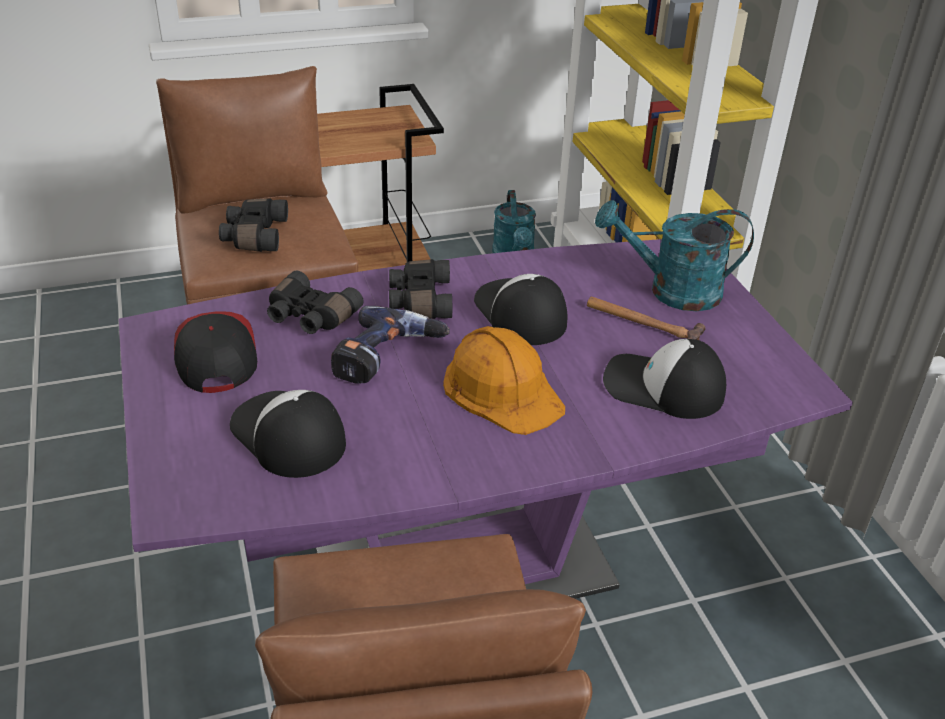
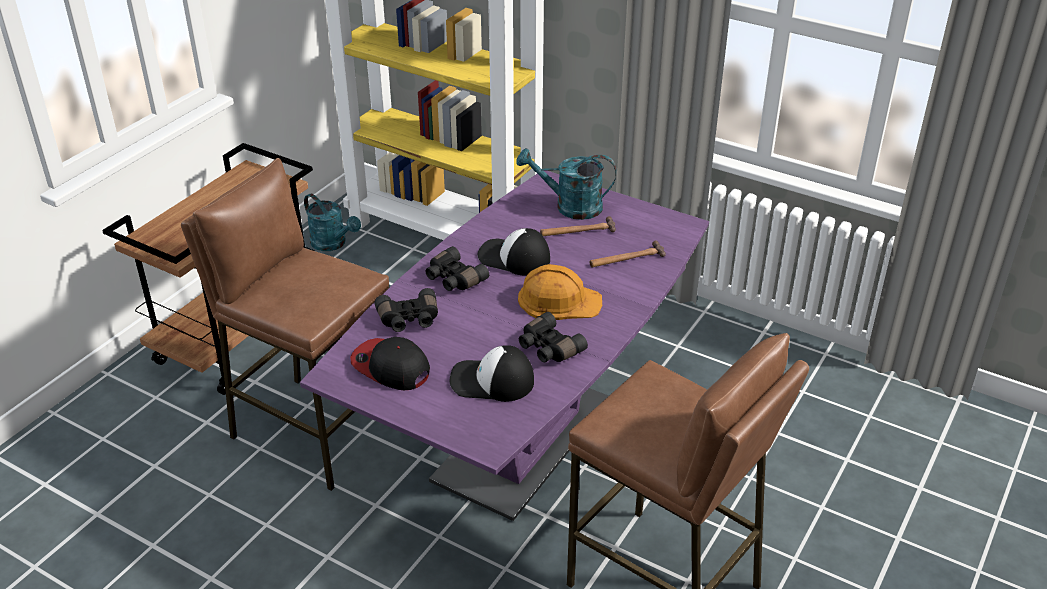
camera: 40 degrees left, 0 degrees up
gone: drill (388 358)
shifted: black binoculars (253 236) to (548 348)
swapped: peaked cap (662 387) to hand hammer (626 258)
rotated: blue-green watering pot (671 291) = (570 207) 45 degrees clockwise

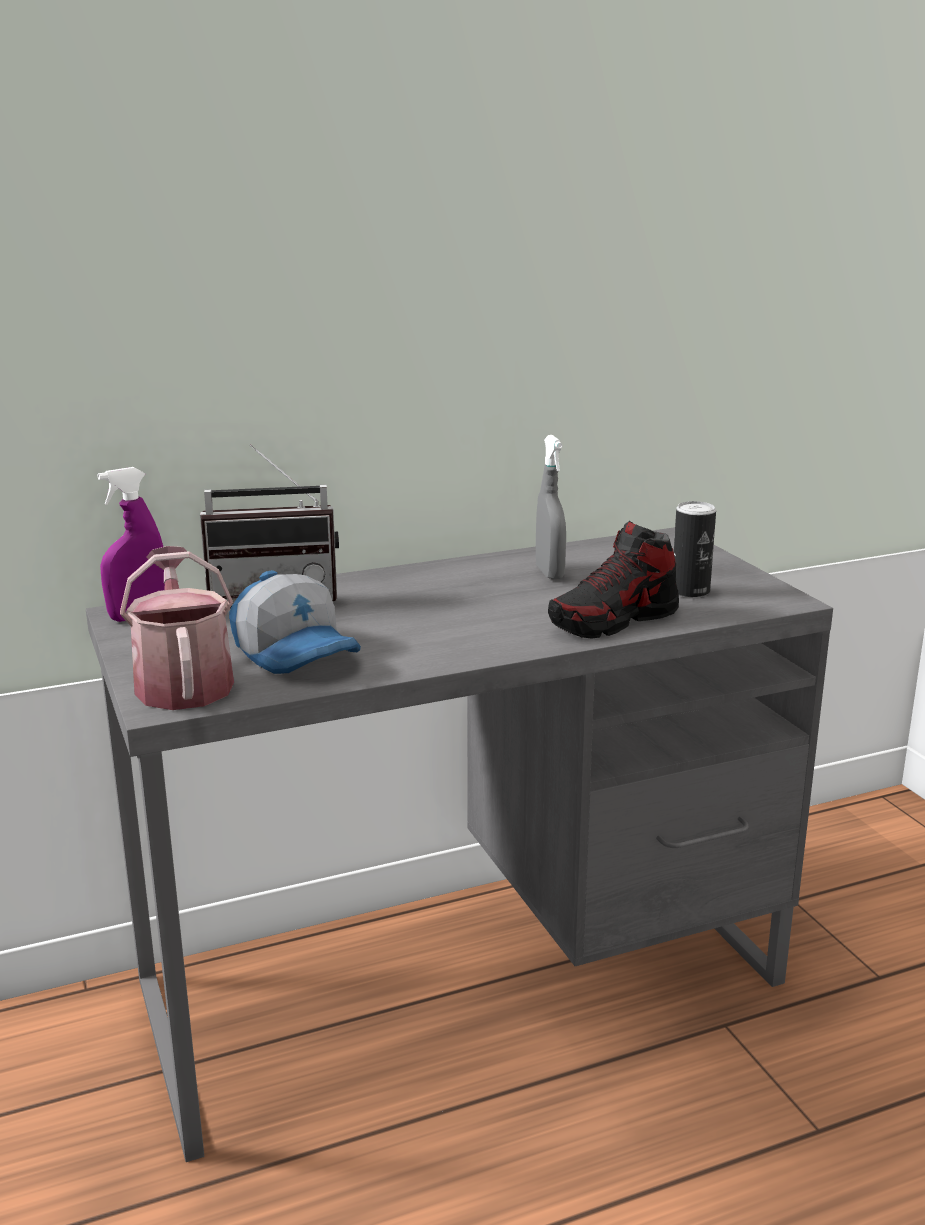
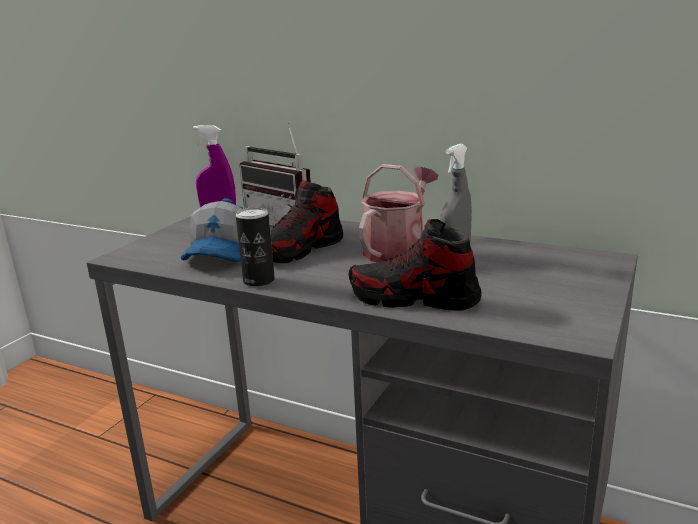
camera: 50 degrees right, 0 degrees up
new: low shoe (301 250)
shifted: can (690 591) to (259 281); watering pot (183 681) to (398 249)

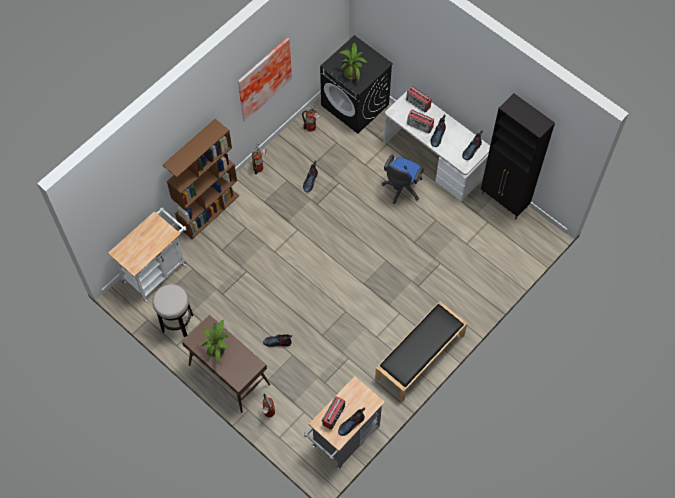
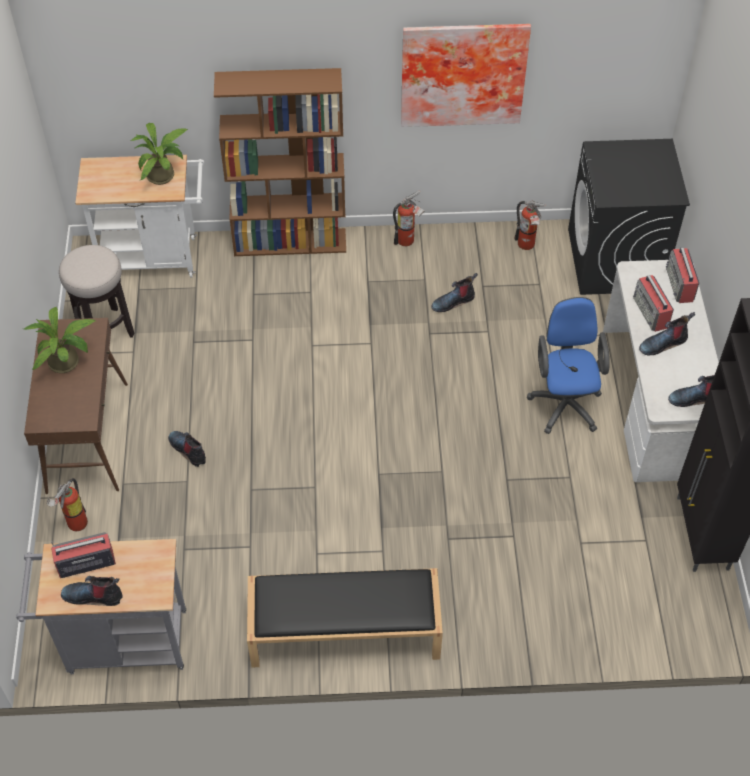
camera: 45 degrees right, 10 degrees down
shifted: houseplant (352 72) to (164 175)
rotated: blue-coloured computer chair (401 189) = (565 402) 105 degrees clockwise

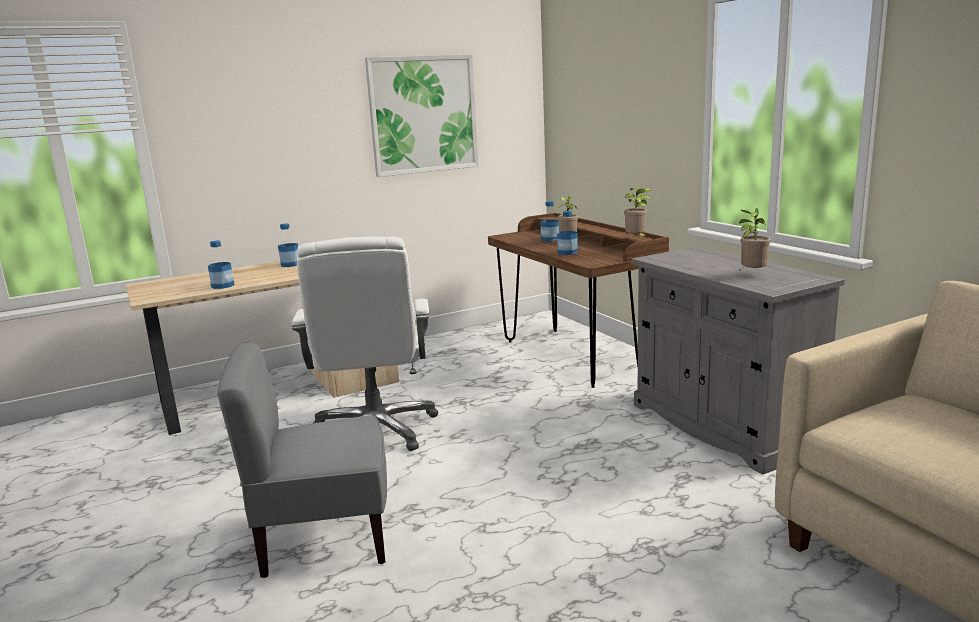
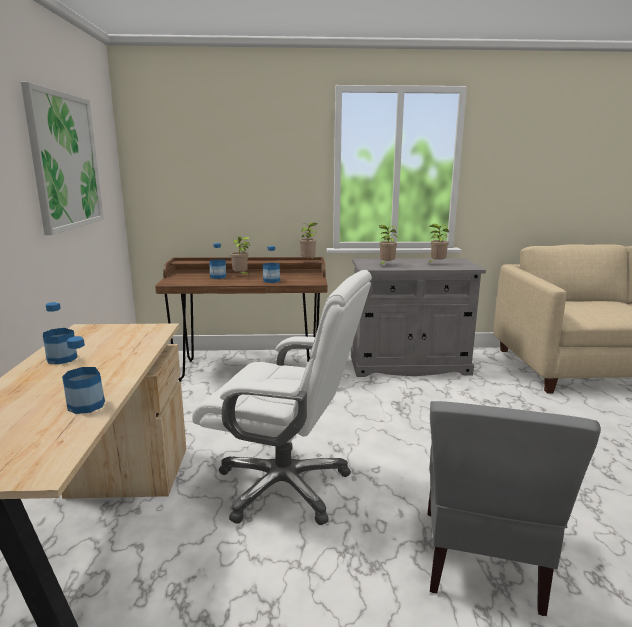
camera: 65 degrees left, 0 degrees up
new: houseplant (386 265)

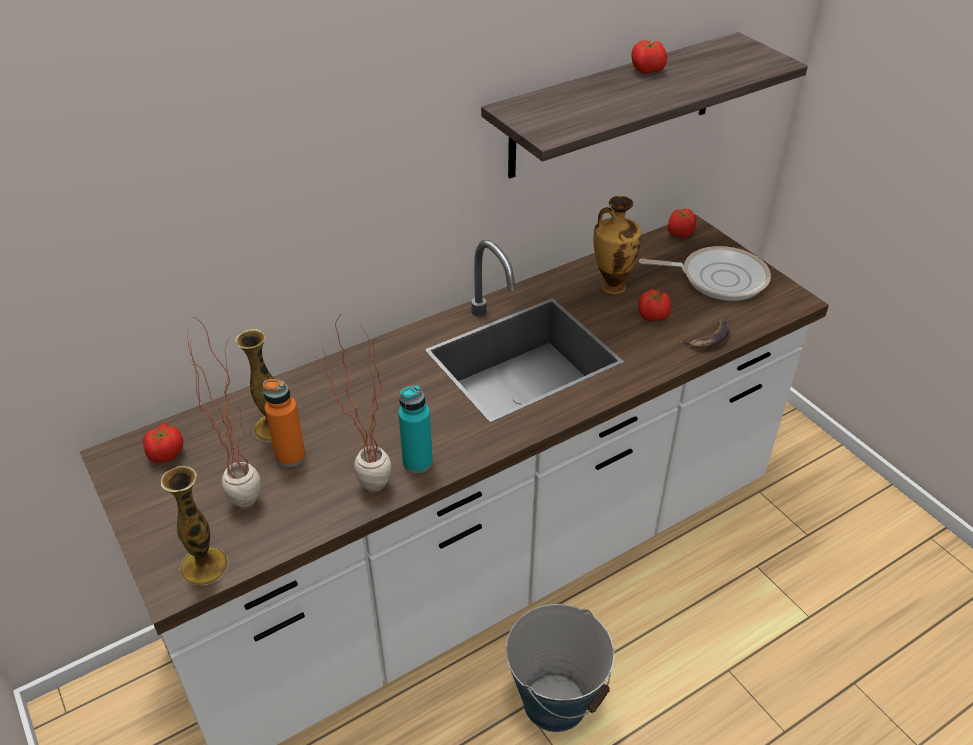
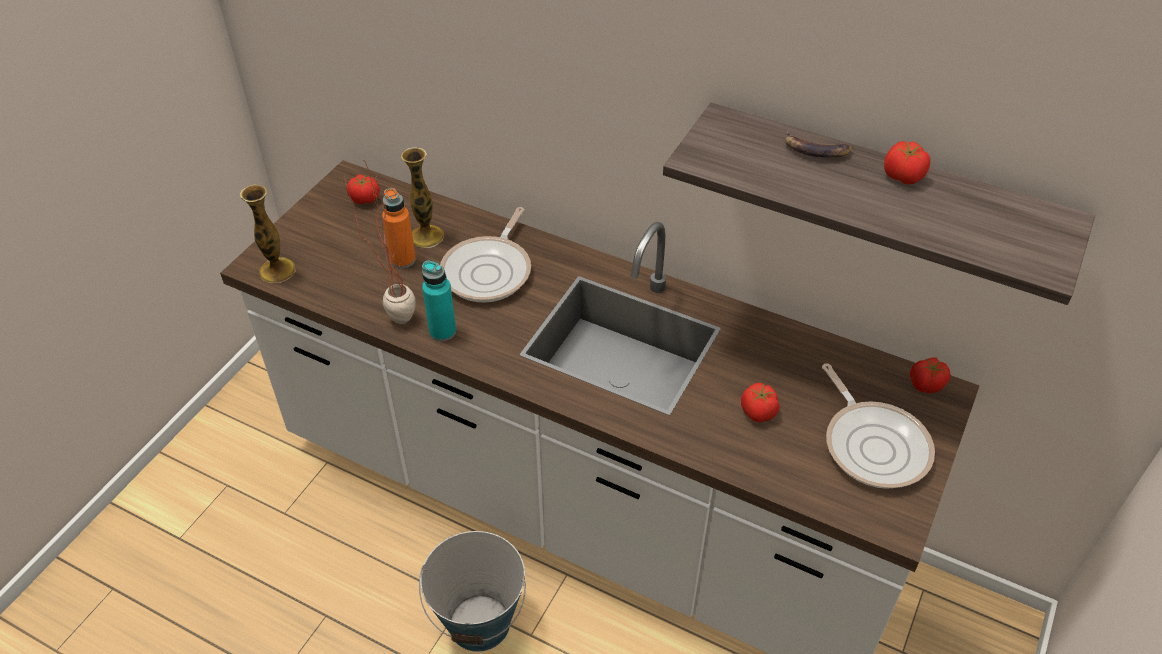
camera: 60 degrees right, 5 degrees up
gone: houseplant (246 493); vase (611 286)
new: skillet (489 271)
shifted: banana fruit (708 338) to (816 150)

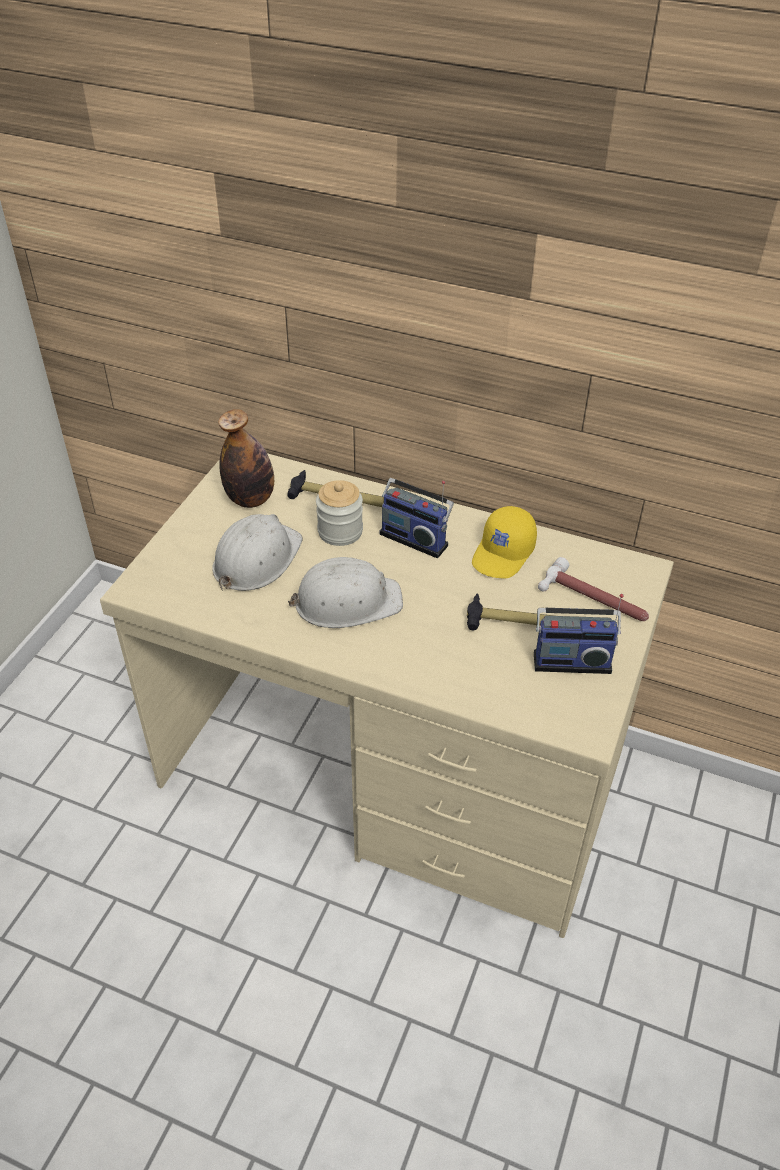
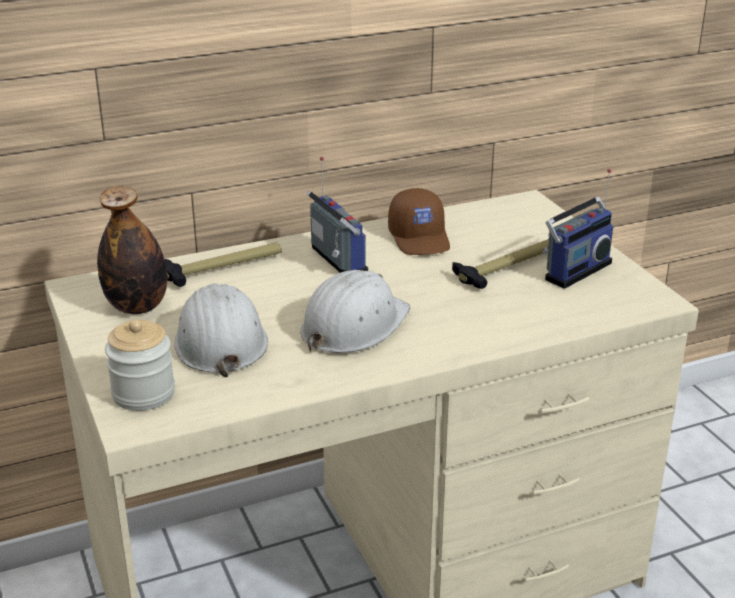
camera: 45 degrees left, 15 degrees down
gone: hand hammer (594 600)
shifted: storage jar (340 531) to (143 394)
repainted: yellowish peaked cap (504 554) to brownish peaked cap (420 238)
rotated: radio receiver (415 538) = (335 261) 105 degrees counterclockwise

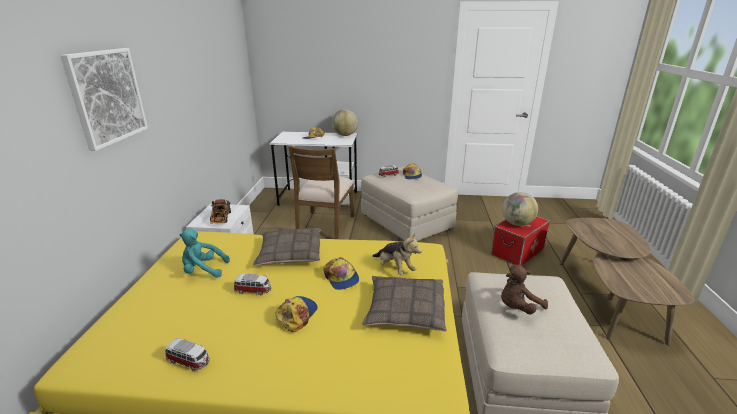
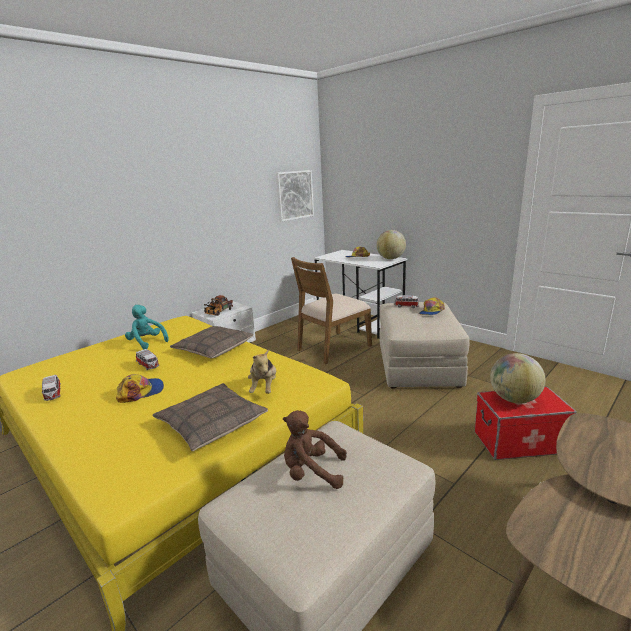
camera: 40 degrees right, 5 degrees down
gone: peaked cap (341 278)
shifted: wall picture (107 96) to (294 195)

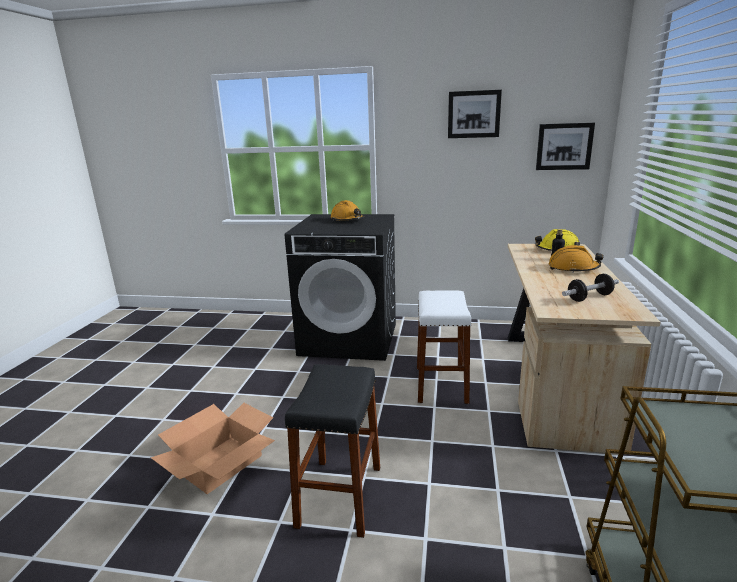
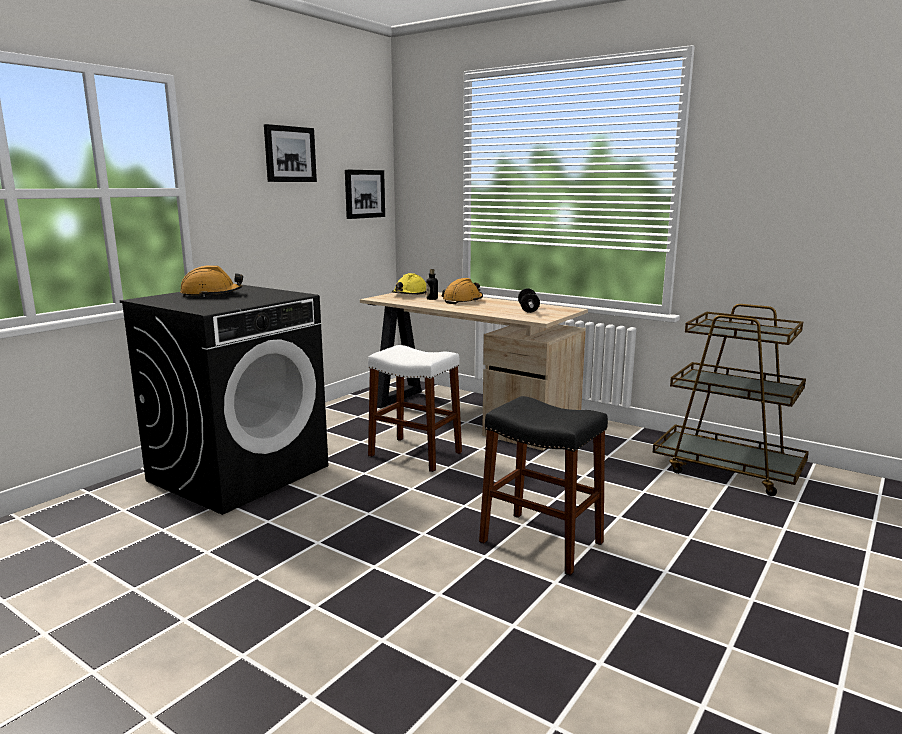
camera: 65 degrees left, 5 degrees down
gone: carton (220 463)

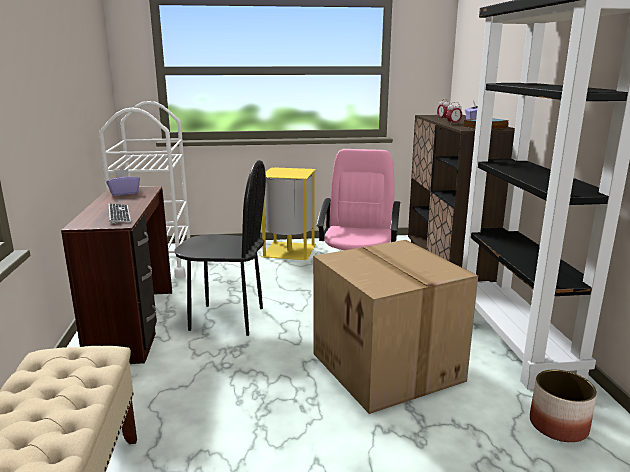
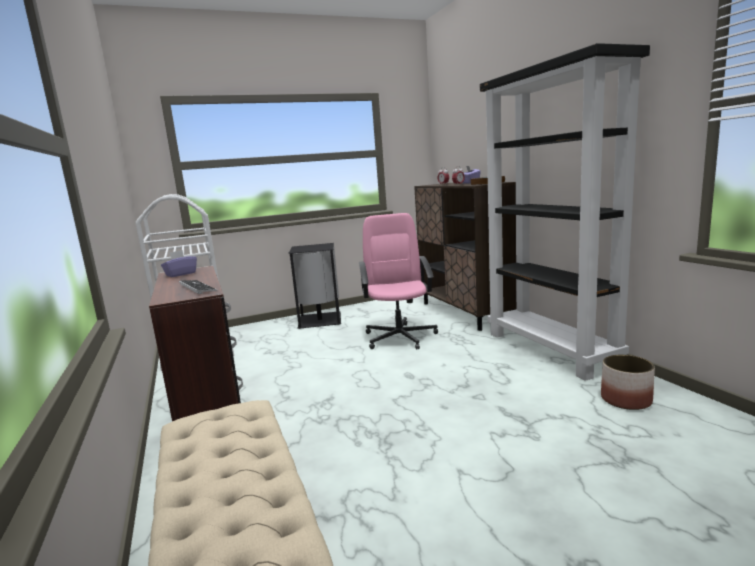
camera: 15 degrees left, 5 degrees down
gone: black upright chair (226 319); carton (389 367)
repainted: yellowish trash can (290 250) to black trash can (320 319)

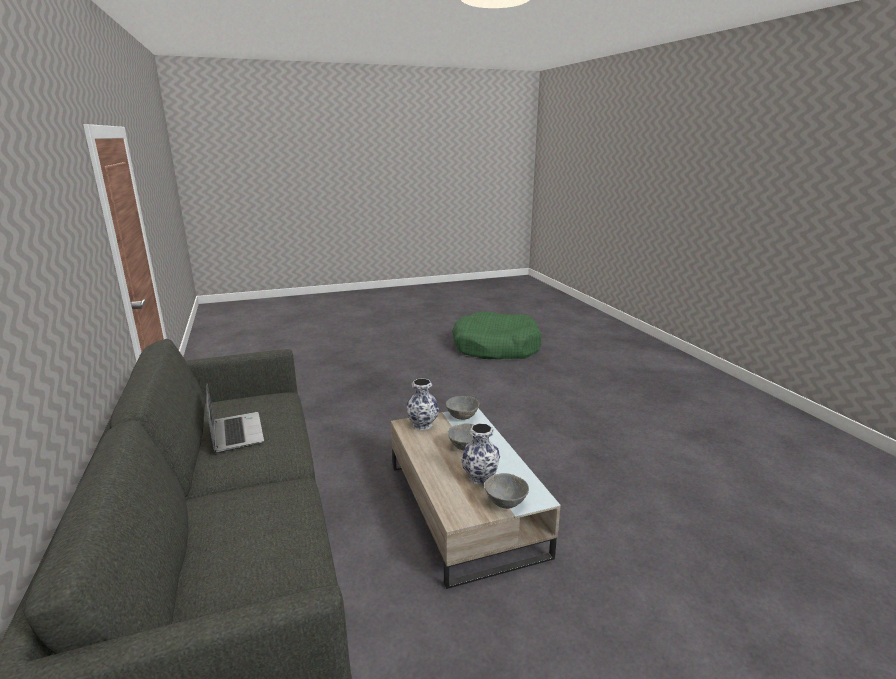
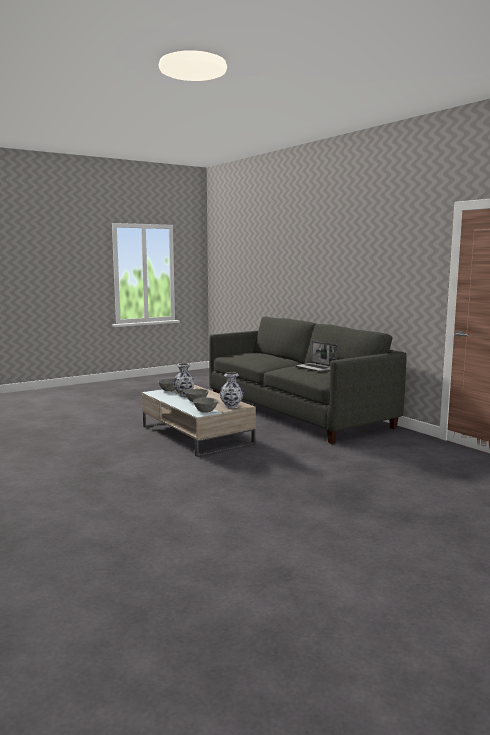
camera: 165 degrees right, 10 degrees down
gone: greenish pet bed (495 347)

